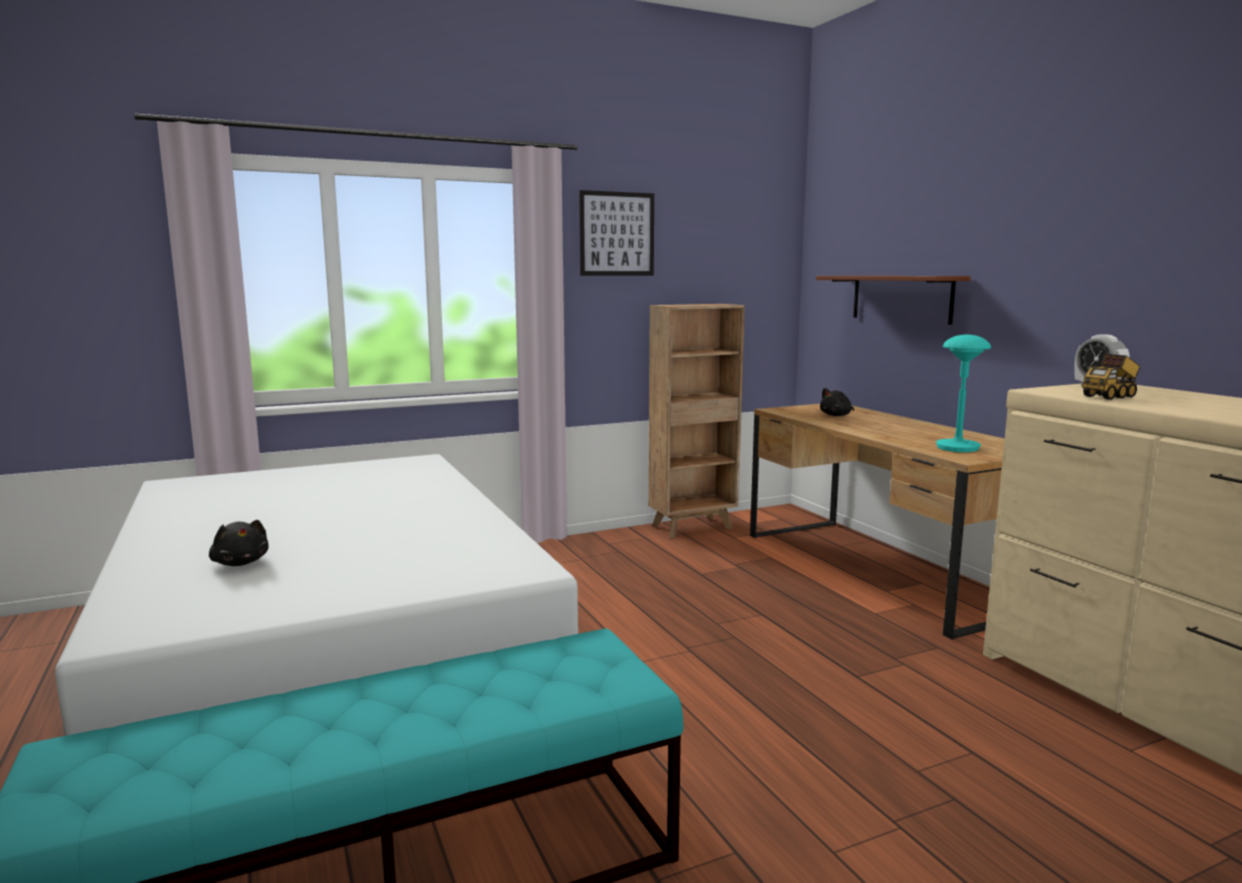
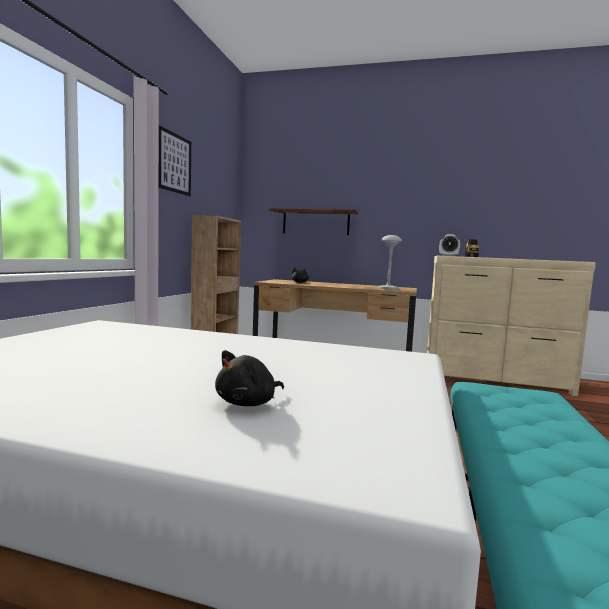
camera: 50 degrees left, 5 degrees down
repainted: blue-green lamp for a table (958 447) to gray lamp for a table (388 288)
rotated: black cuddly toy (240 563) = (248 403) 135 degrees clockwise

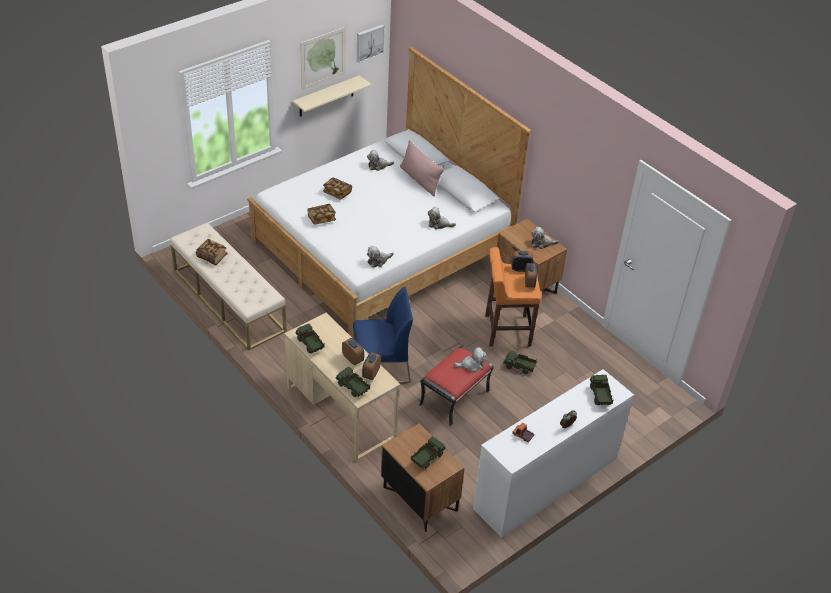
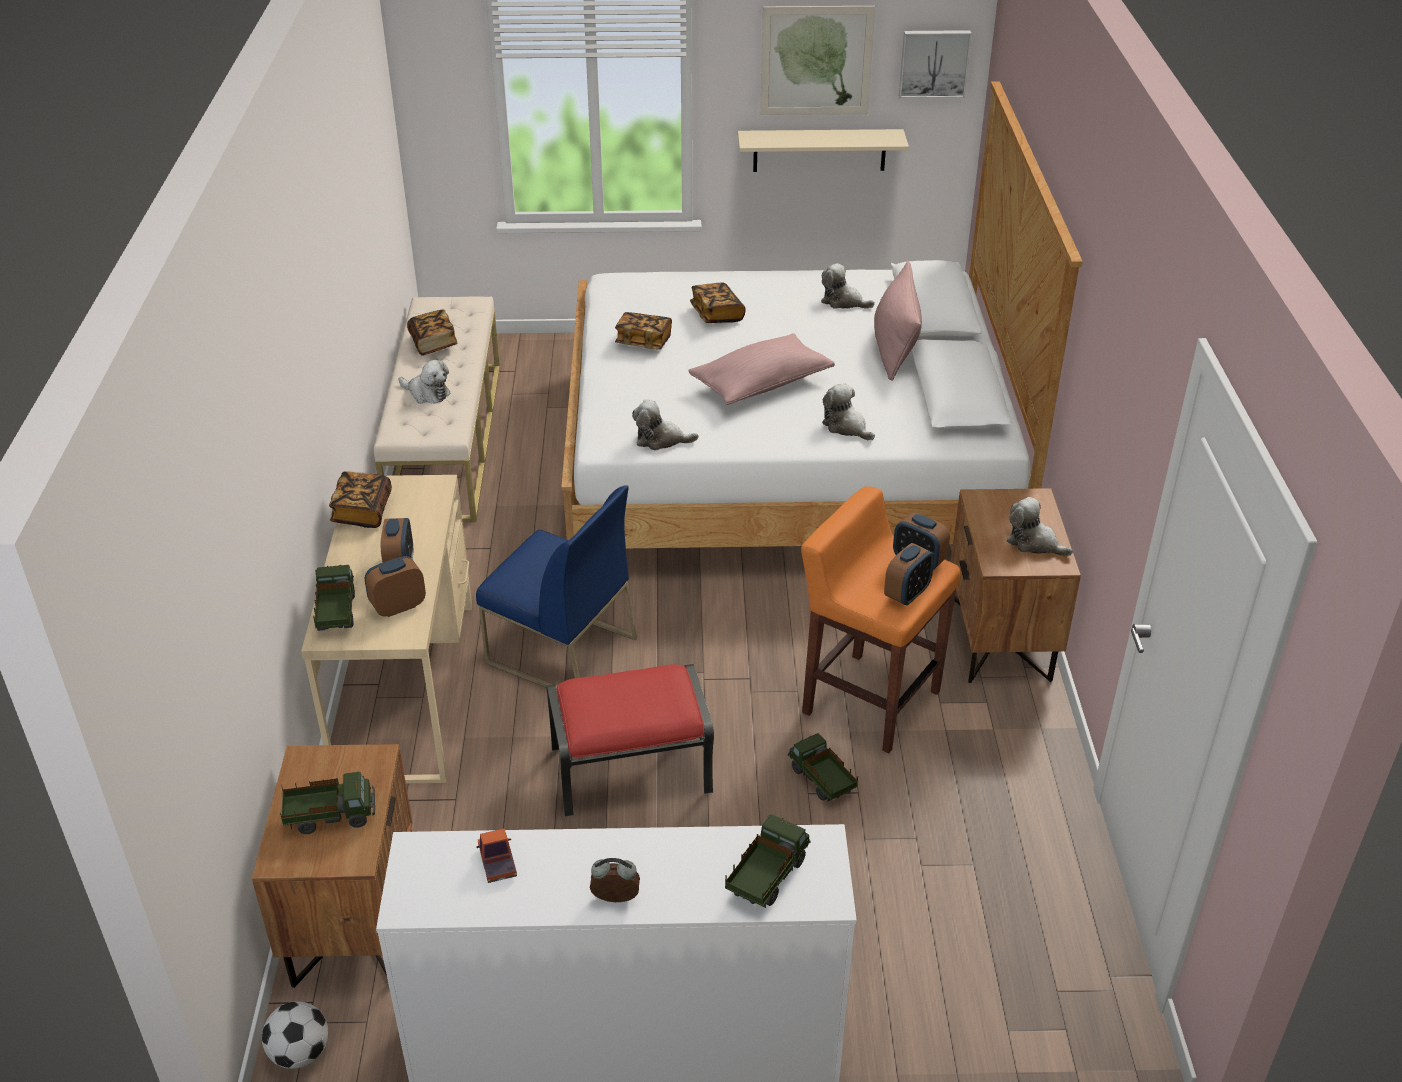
camera: 40 degrees right, 5 degrees down
new: football ball (300 1053); pinkish pillow (761 384)
shifted: cuddly toy (471 365) to (427 393)
swapped: toy truck (309 345) to bound book (362 512)

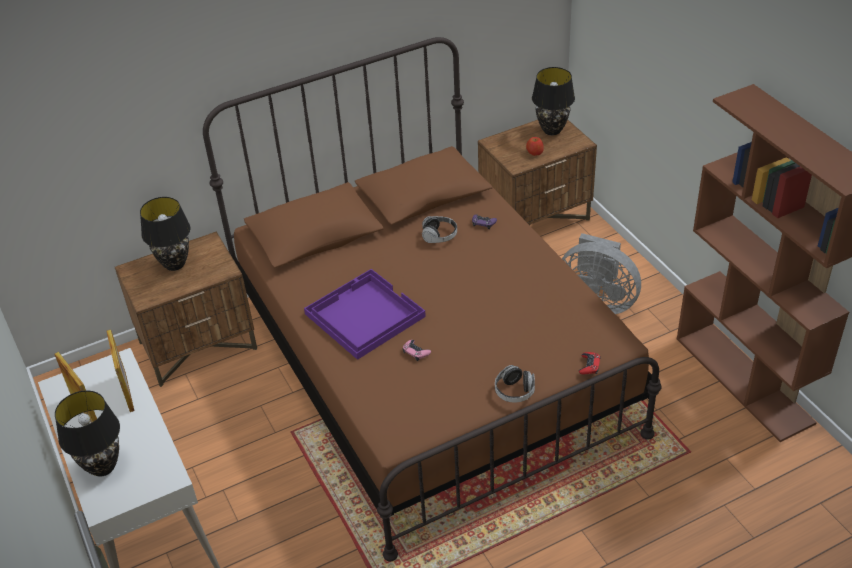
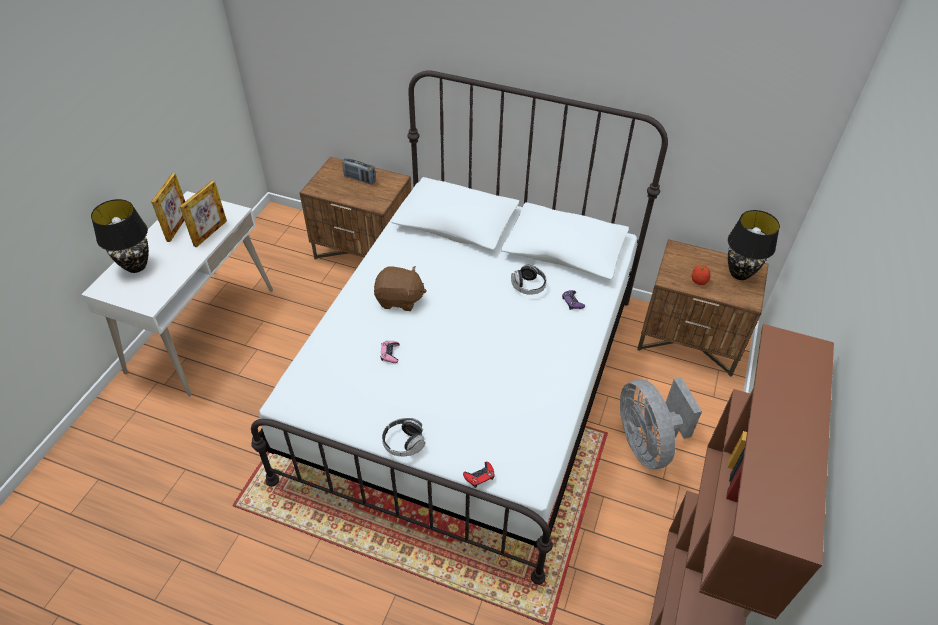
camera: 45 degrees right, 5 degrees up
swapped: black lamp for a table (175 264) to radio receiver (359 179); purple carrying tray (363 315) to brownish cuddly toy (399 299)
repainted: brownish bed (431 366) to white-coloured bed (468 383)

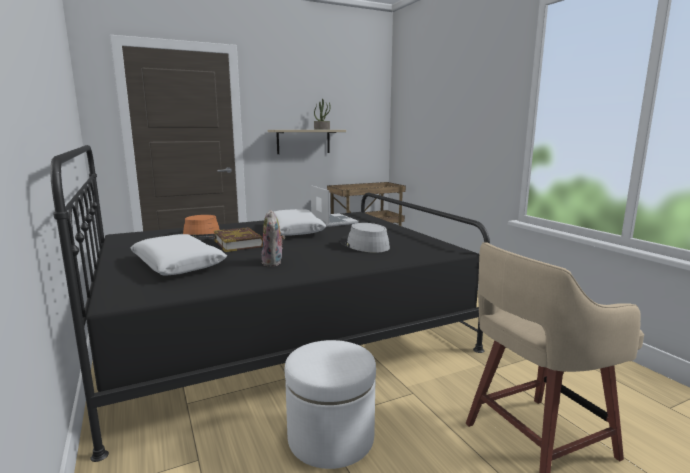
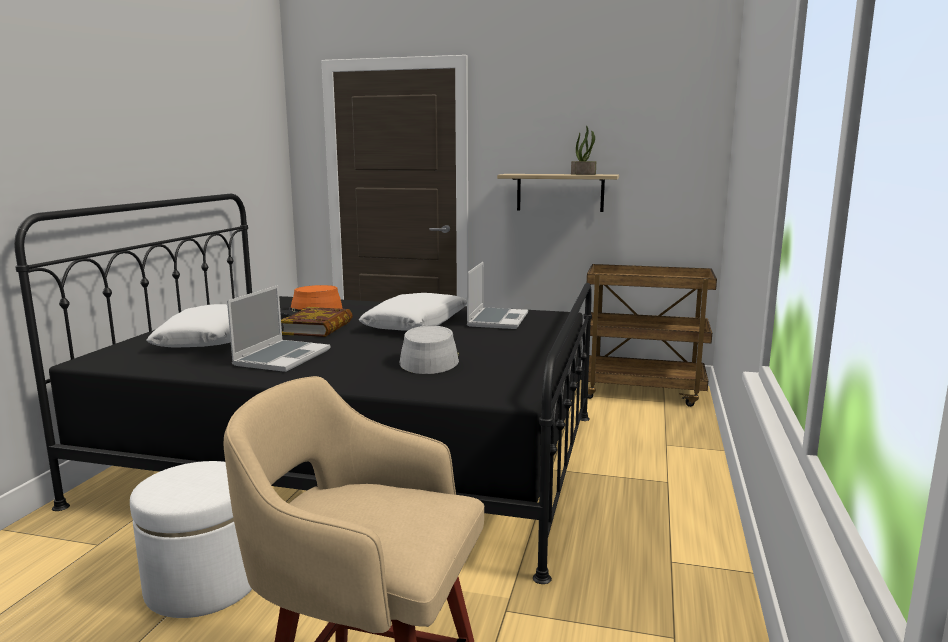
camera: 40 degrees right, 0 degrees up
swapped: cuddly toy (274 263) to portable computer (282 357)

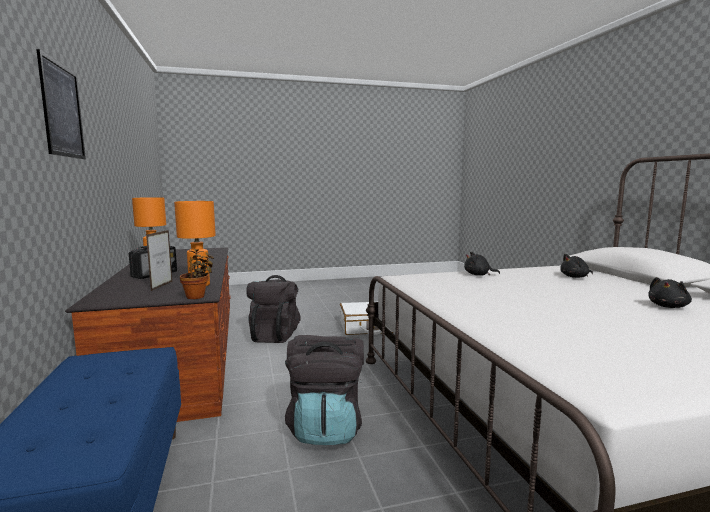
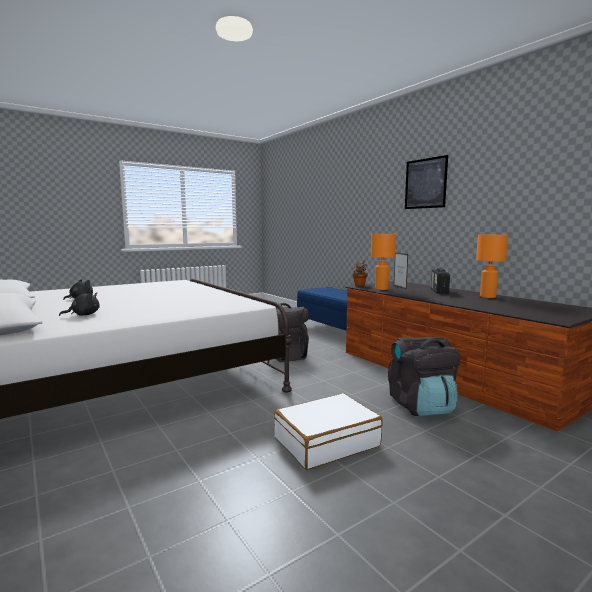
camera: 160 degrees right, 0 degrees up
gone: black cuddly toy (478 275)

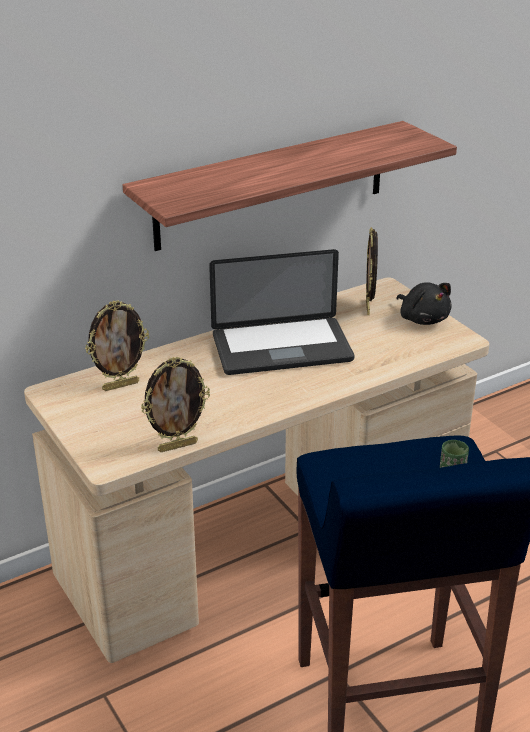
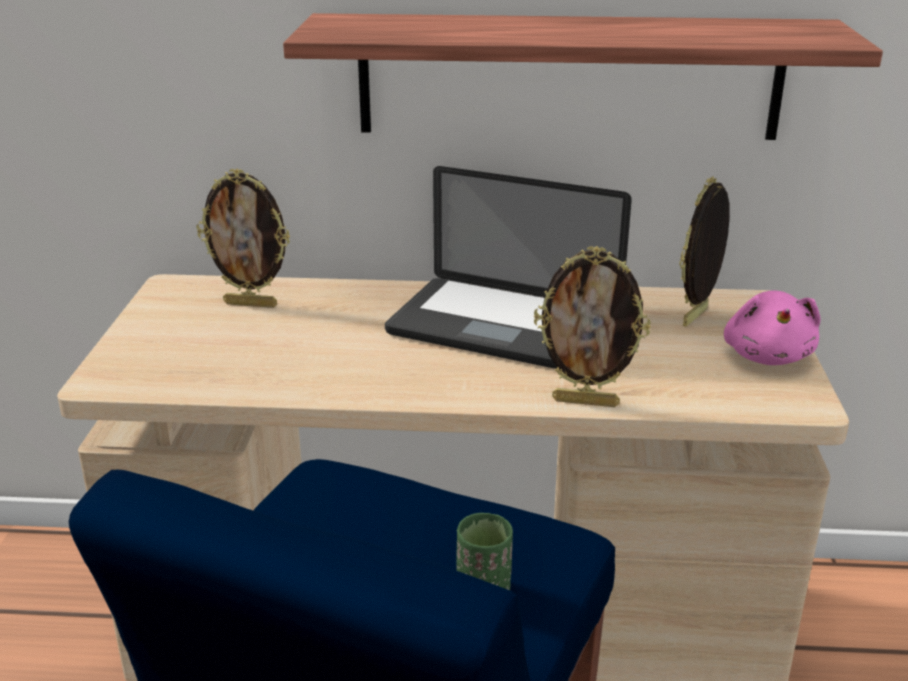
camera: 35 degrees right, 5 degrees down
shifted: standing frame (177 446) to (586 401)
repainted: black cuddly toy (423 318) to pinkish cuddly toy (767 355)

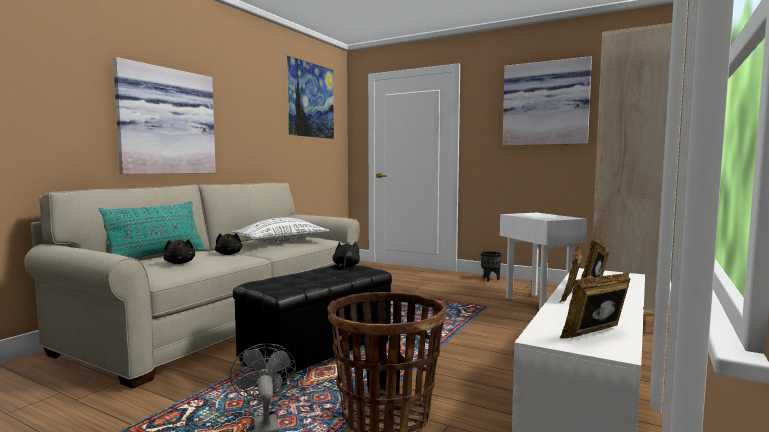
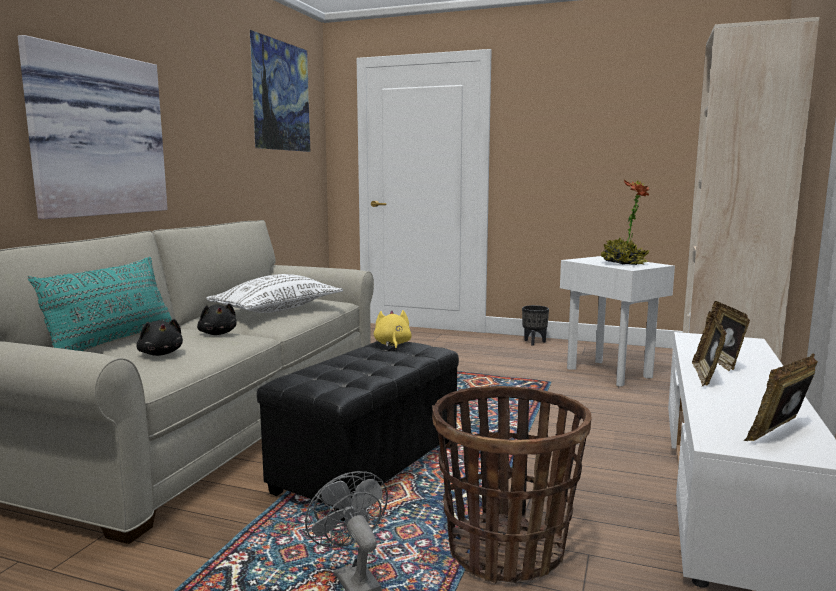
camera: 10 degrees left, 5 degrees up
gone: wall picture (545 104)
new: houseplant (623 263)
repainted: black cuddly toy (346 266) to yellowish cuddly toy (392 344)

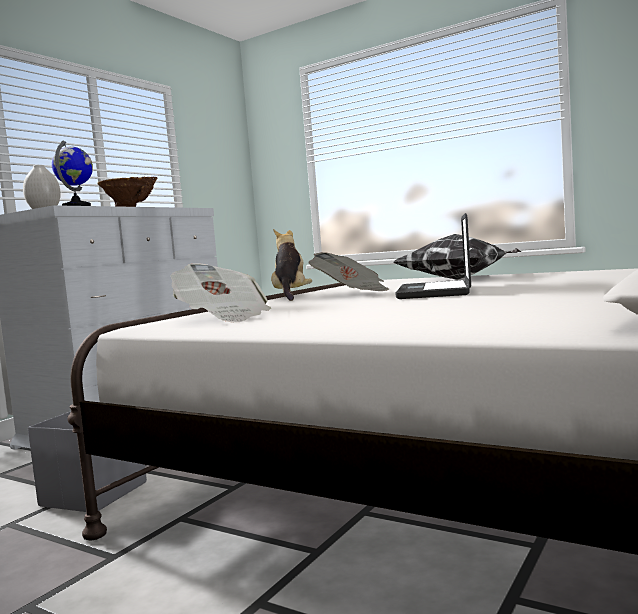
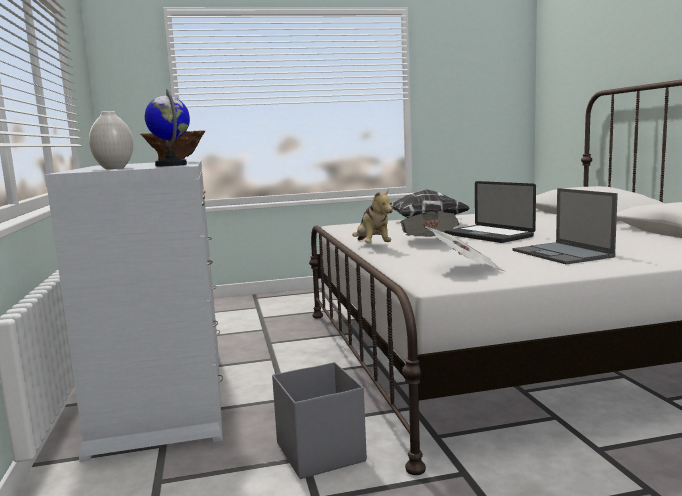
camera: 45 degrees left, 5 degrees up
new: portable computer (562 254)
rotated: cuddly toy (291 296) = (372 246) 150 degrees counterclockwise

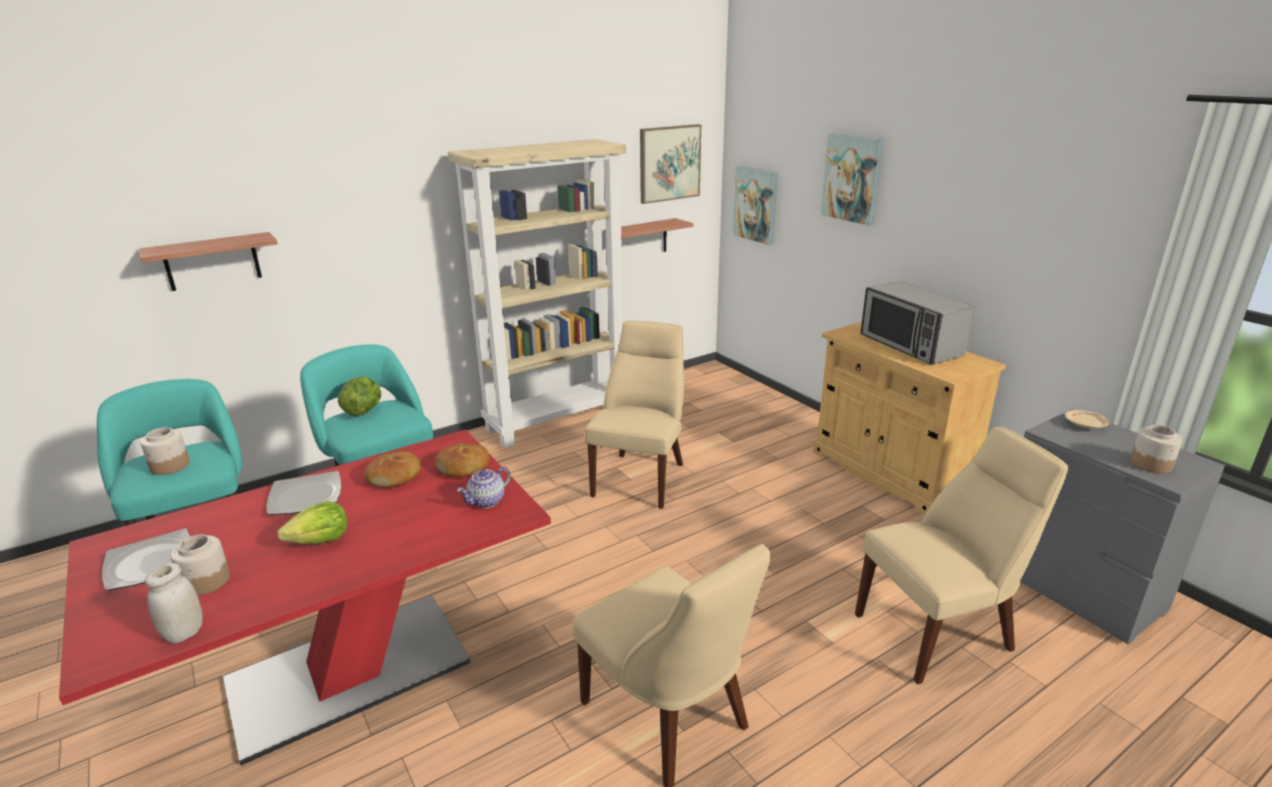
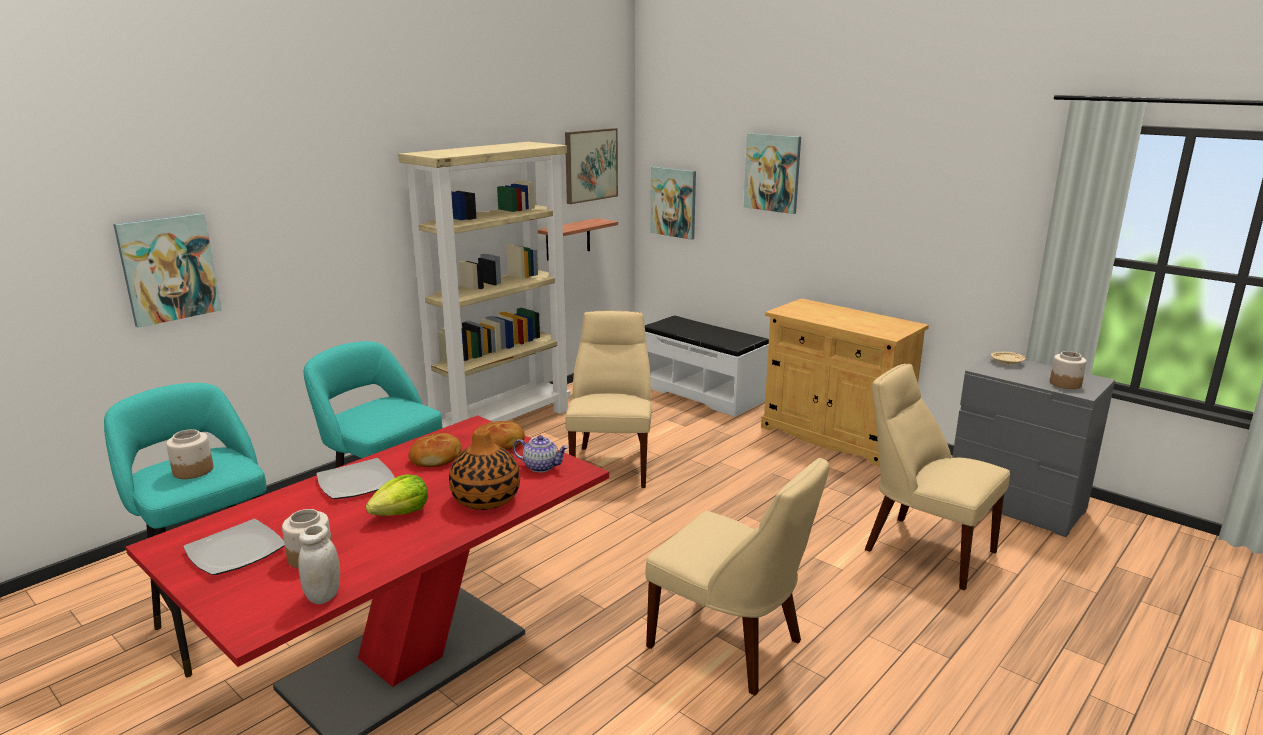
camera: 15 degrees left, 5 degrees down
gone: head of lettuce (364 411); microwave oven (910 346)
new: vase (486 499); white-coloured long seat (702 393)
swapped: wall shelf (212 262) to wall picture (168 268)
rotated: pot for tea (486 501) = (541 466) 105 degrees counterclockwise; beige-coloured upright chair (939 631) = (923 549) 105 degrees counterclockwise

